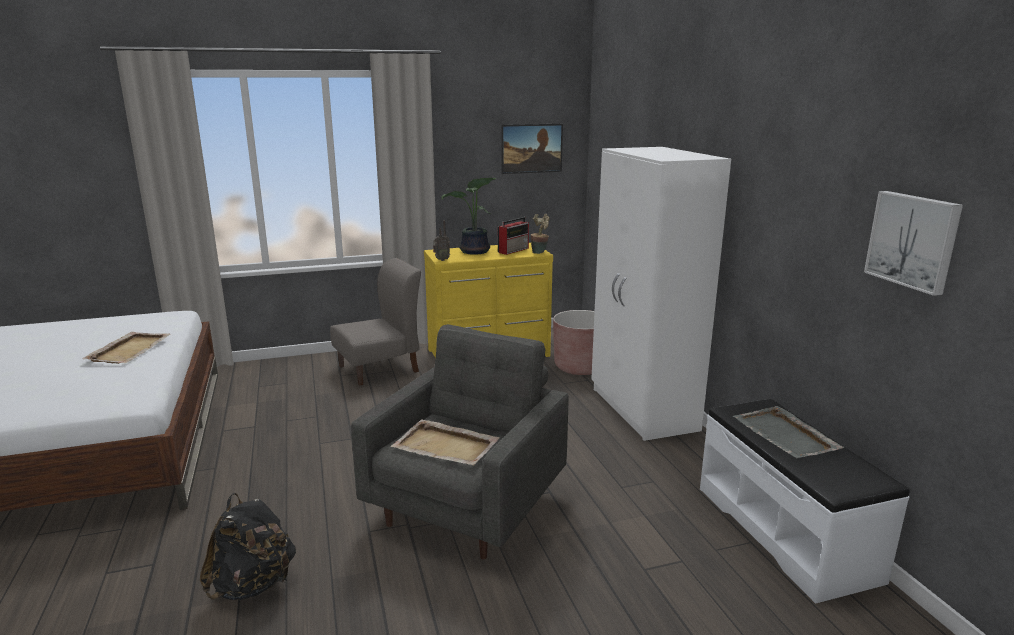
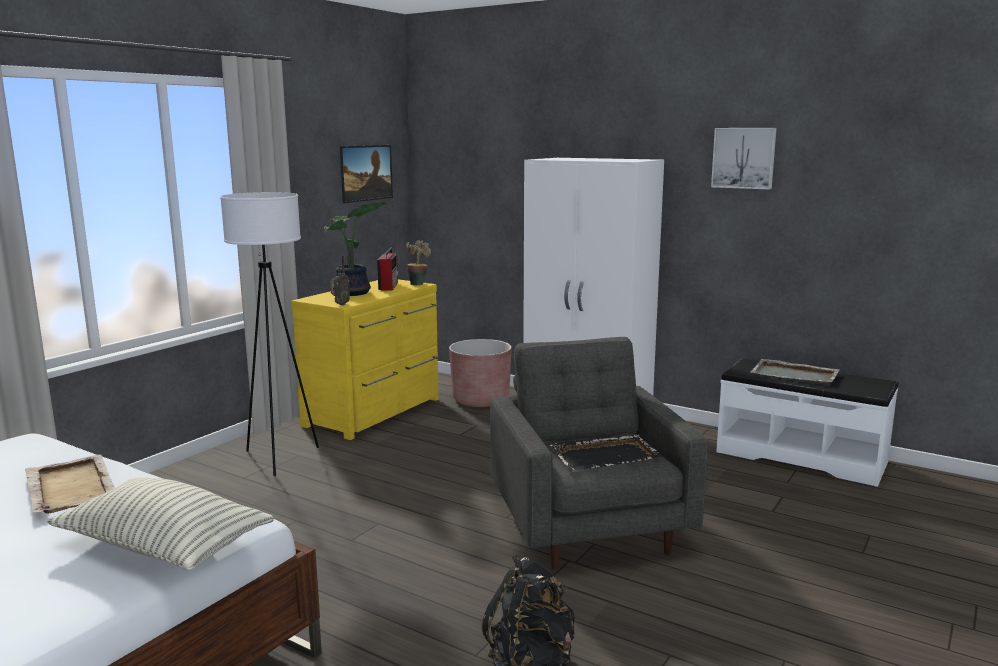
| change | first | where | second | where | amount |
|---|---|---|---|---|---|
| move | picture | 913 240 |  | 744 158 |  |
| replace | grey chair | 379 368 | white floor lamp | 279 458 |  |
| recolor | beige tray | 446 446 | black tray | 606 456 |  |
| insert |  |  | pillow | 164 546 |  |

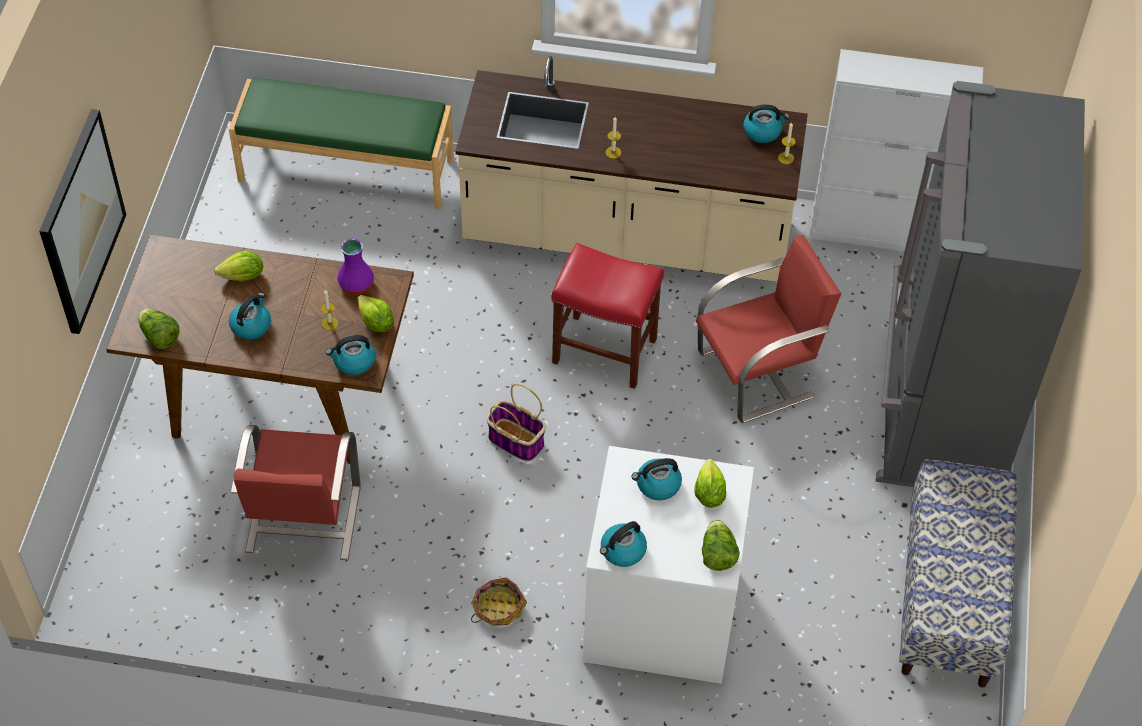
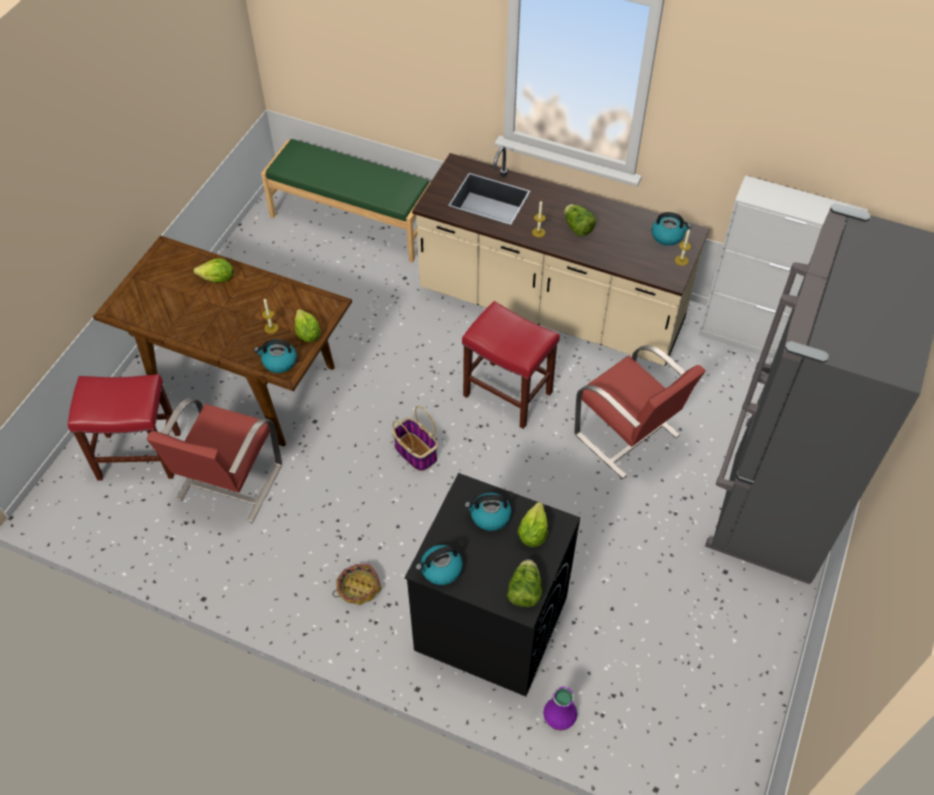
| change | first | where | second | where | amount |
|---|---|---|---|---|---|
| delete | picture | 81 221 |  |  |  |
| rotate | red chair | 758 374 |  | 628 436 | 60 degrees clockwise |
| move | purple vase | 355 284 |  | 558 716 |  |
| delete | kettle | 251 325 |  |  |  |
| move | lettuce | 159 337 |  | 577 228 |  |
| recolor | white washing machine | 659 615 | black washing machine | 490 624 |  |
| delete | bench | 949 597 |  |  |  |
| insert |  |  | red stool | 138 456 |  |

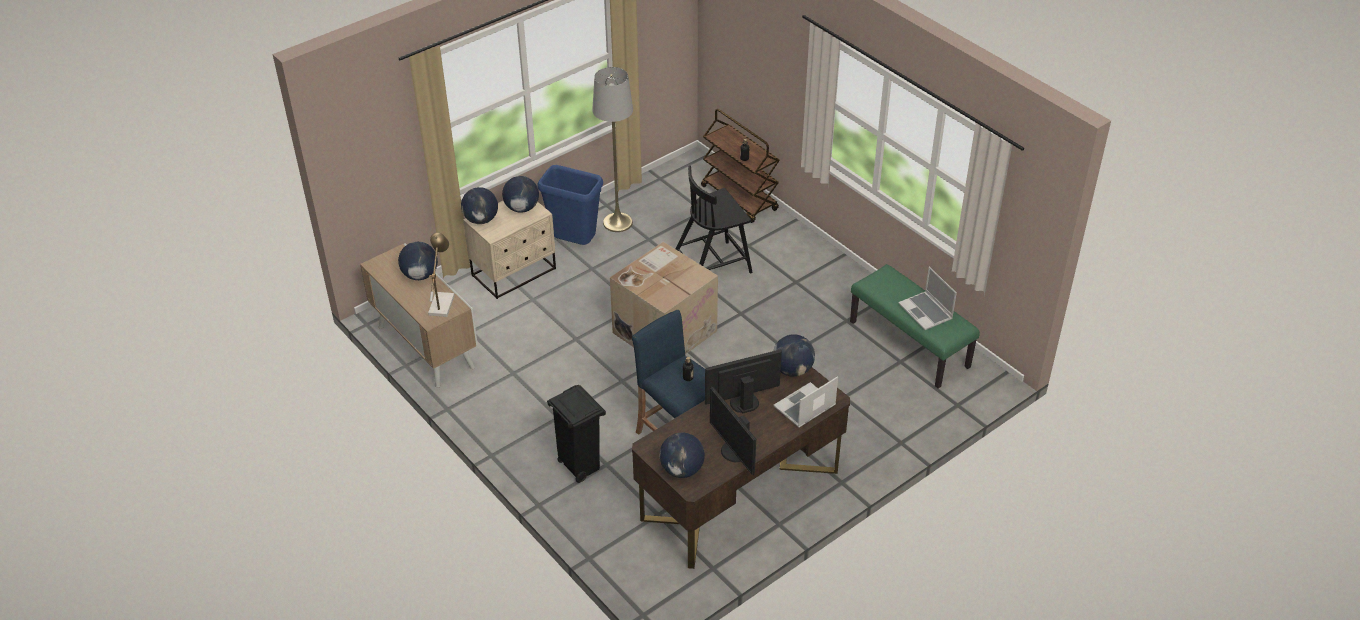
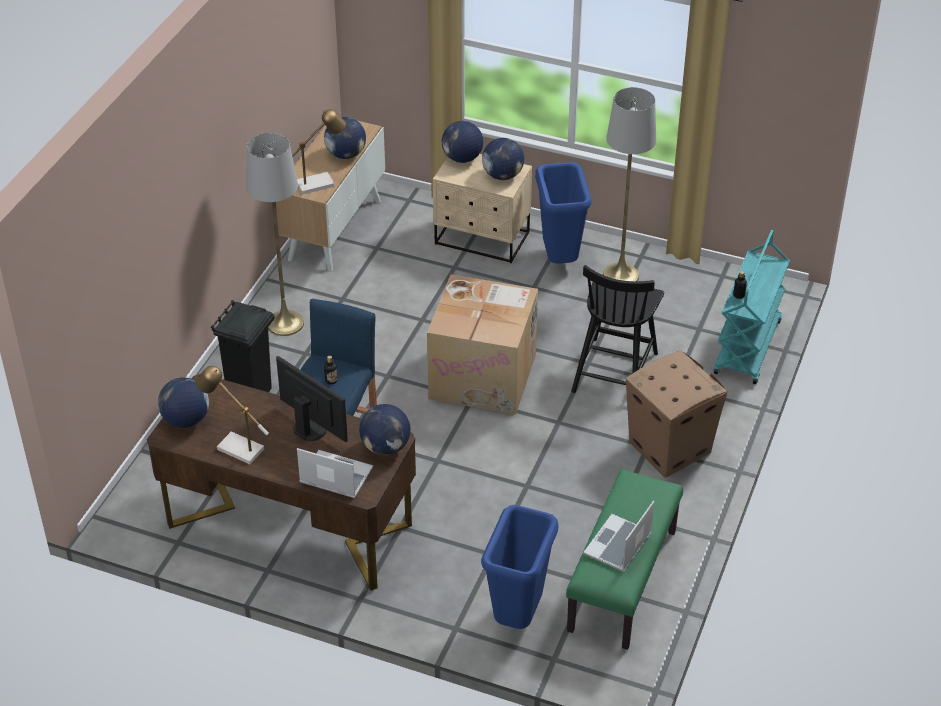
| change | first | where | second | where | amount |
|---|---|---|---|---|---|
| recolor | brown cart | 740 198 | turquoise cart | 748 348 |  |
| rotate | black chair | 712 266 |  | 614 371 | 105 degrees counterclockwise |
| replace | monitor | 734 452 | table lamp | 235 447 |  |
| insert |  |  | grey floor lamp | 285 323 |  |
| insert |  |  | cardboard box | 669 447 |  |
| insert |  |  | blue trash can | 519 617 |  |

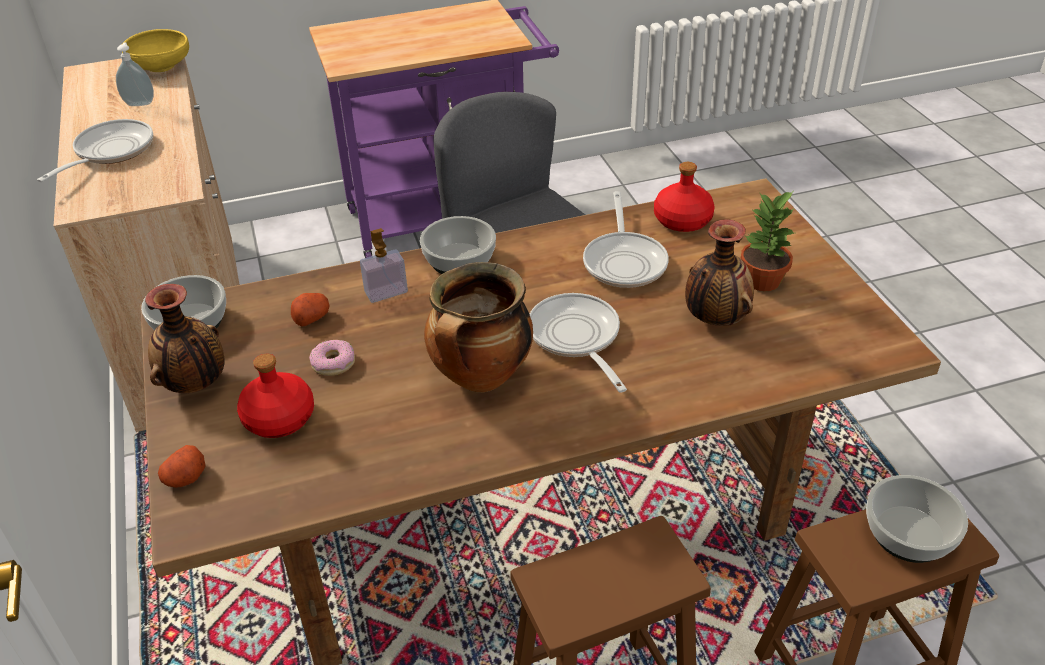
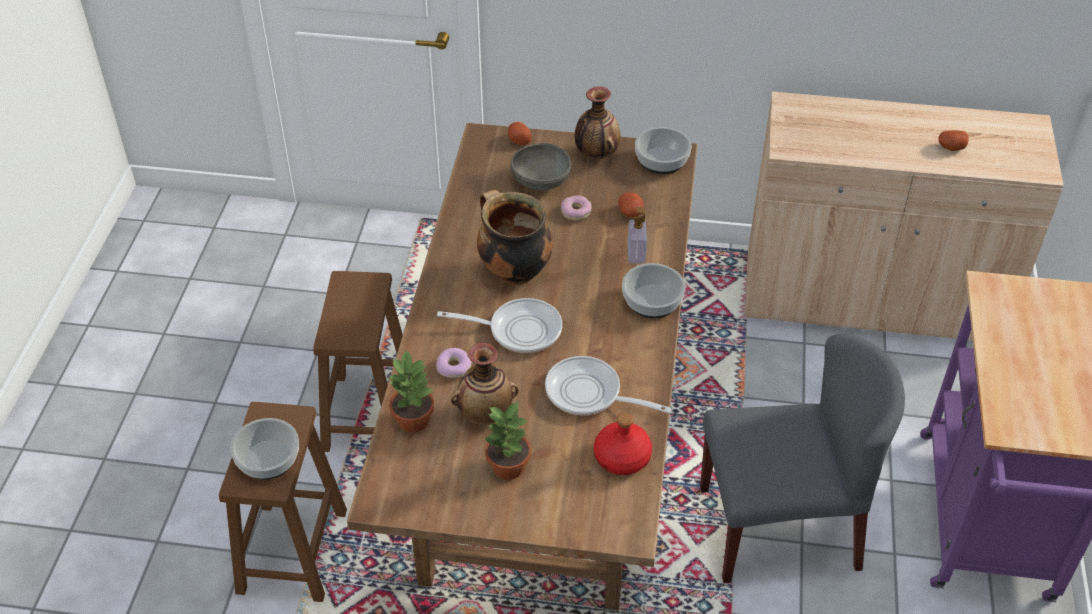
| change | first | where | second | where | amount |
|---|---|---|---|---|---|
| delete | yellow bowl | 160 66 |  |  |  |
| replace | soap dispenser | 140 103 | potato | 951 147 |  |
| delete | frying pan | 110 152 |  |  |  |
| replace | red bottle | 280 418 | grey bowl | 541 180 |  |
| insert |  |  | donut | 454 367 |  |
| insert |  |  | potted plant | 414 420 |  |

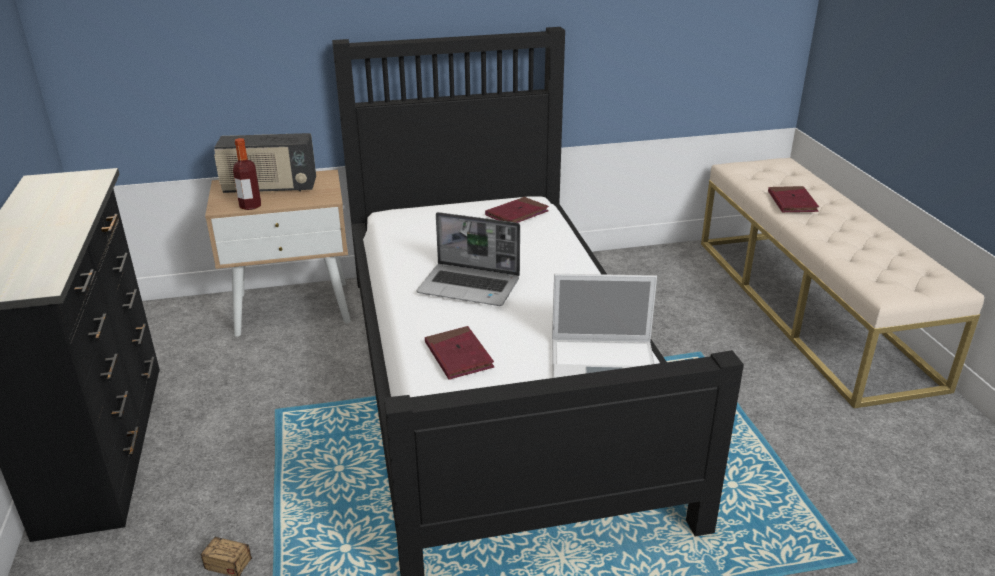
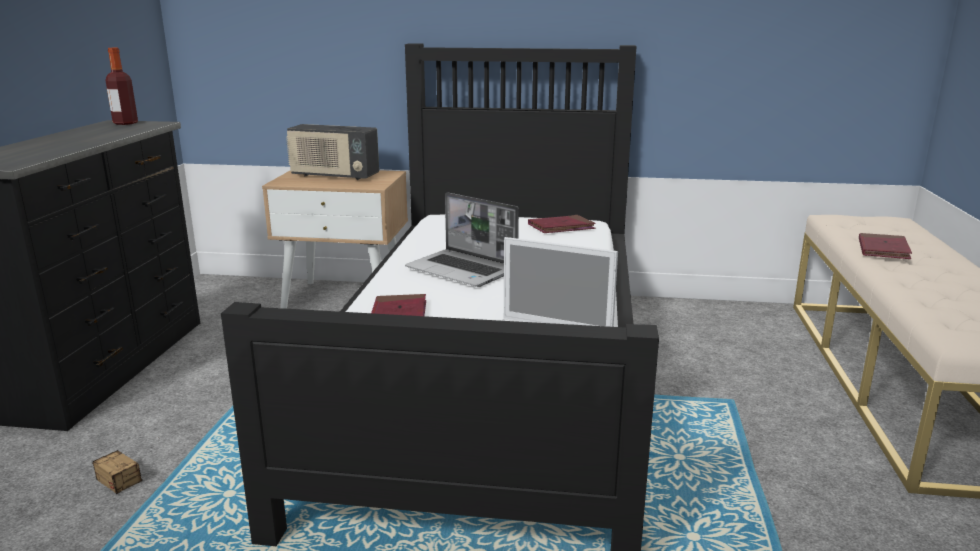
| change | first | where | second | where | amount |
|---|---|---|---|---|---|
| move | bottle | 250 206 |  | 125 123 |  |

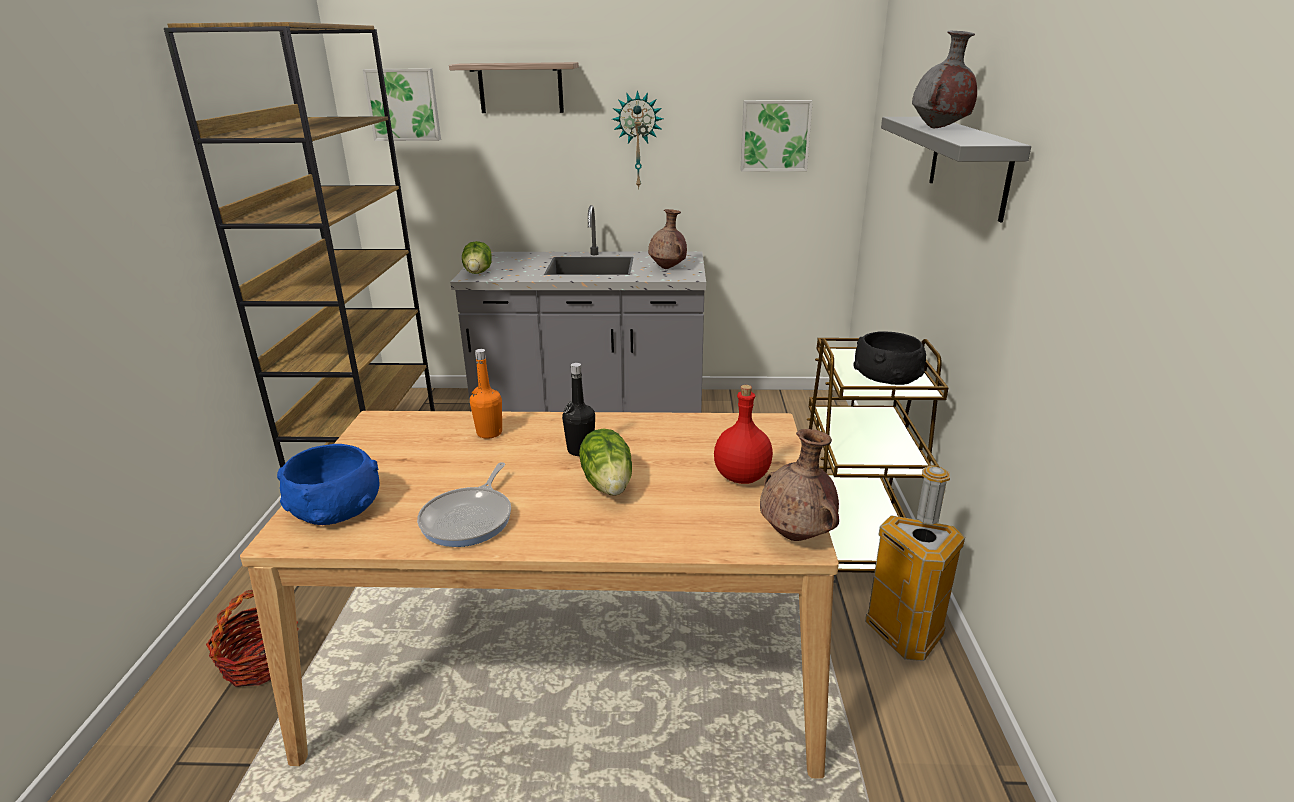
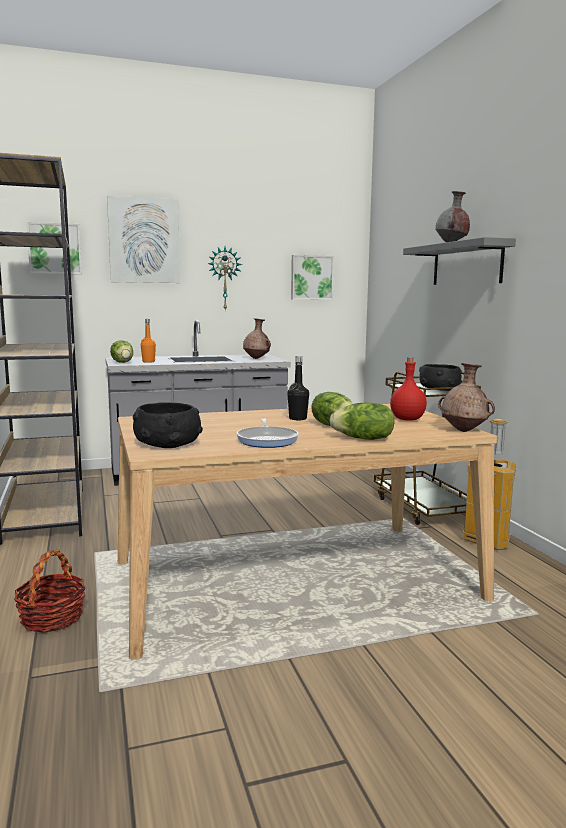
| change | first | where | second | where | amount |
|---|---|---|---|---|---|
| replace | shelf | 521 88 | picture | 144 241 |  |
| move | orange bottle | 489 433 |  | 148 362 |  |
| recolor | blue bowl | 337 506 | black bowl | 168 443 |  |
| insert |  |  | lettuce | 363 439 |  |

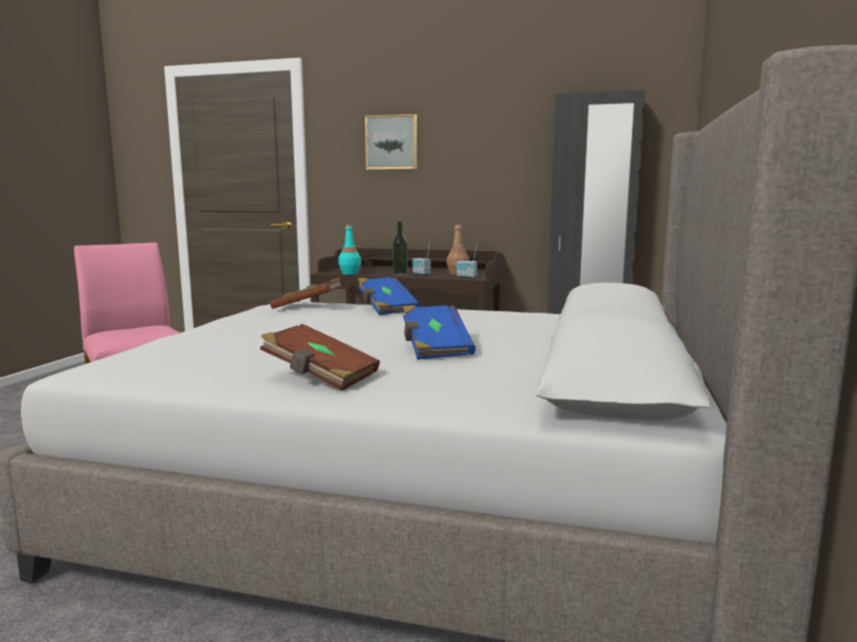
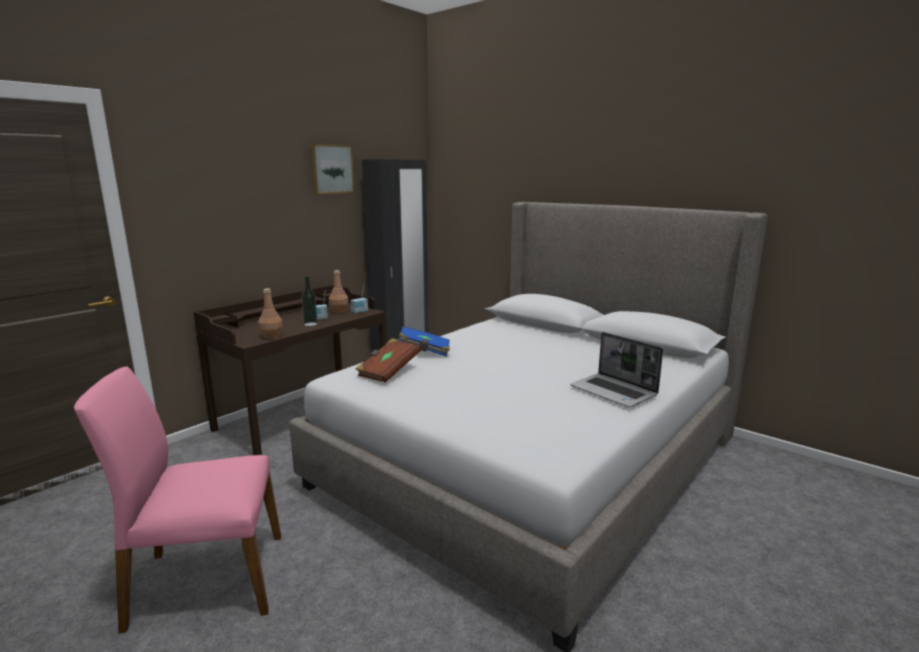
| change | first | where | second | where | amount |
|---|---|---|---|---|---|
| move | picture | 392 142 |  | 331 169 |  |
| recolor | turquoise bottle | 349 273 | brown bottle | 271 336 |  |
| delete | blue book | 435 348 |  |  |  |
| replace | brown book | 320 376 | laptop | 614 392 |  |

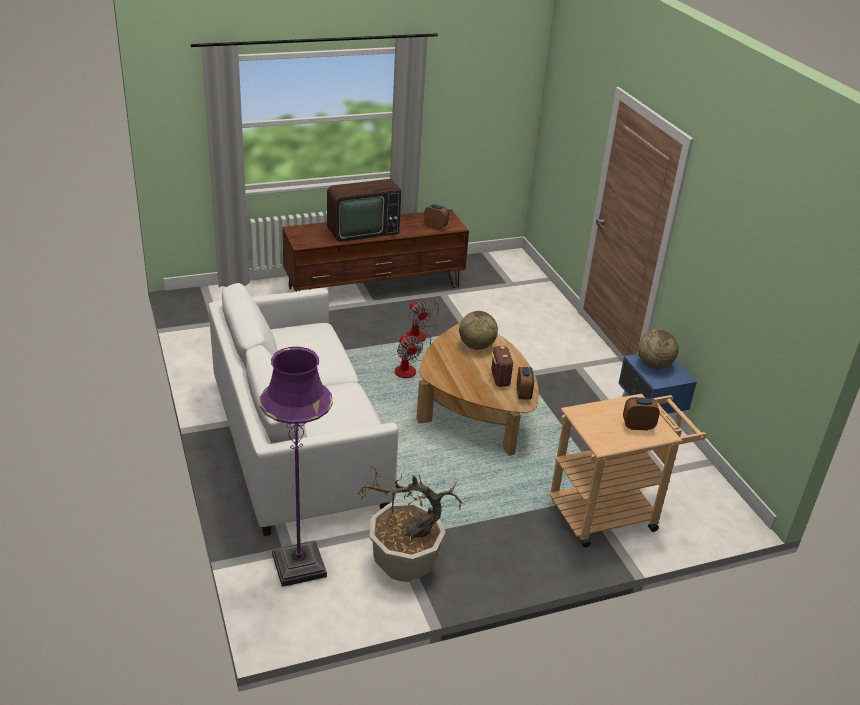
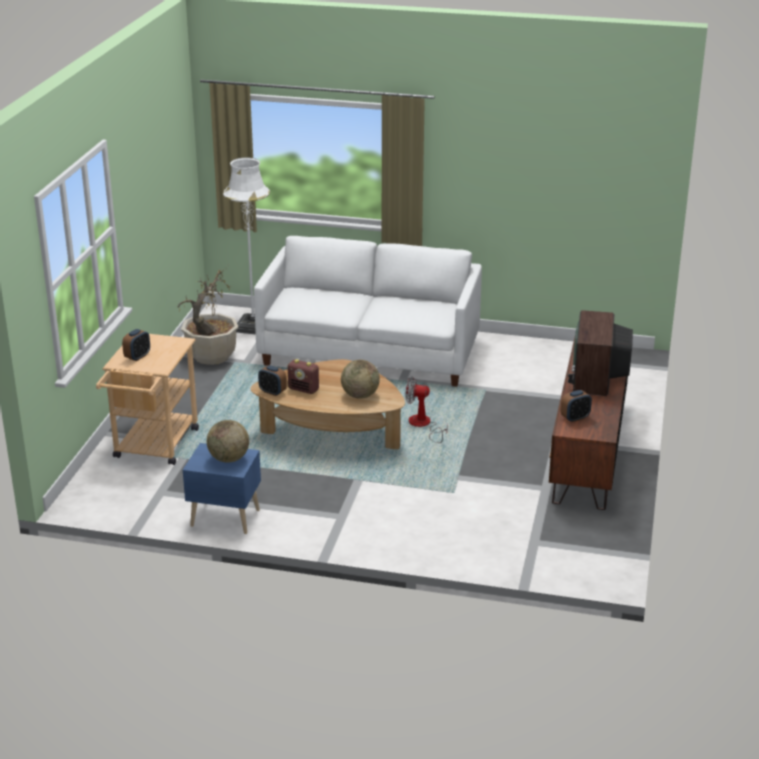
| change | first | where | second | where | amount |
|---|---|---|---|---|---|
| delete | fan | 419 333 |  |  |  |
| recolor | purple floor lamp | 299 565 | white floor lamp | 253 326 |  |

